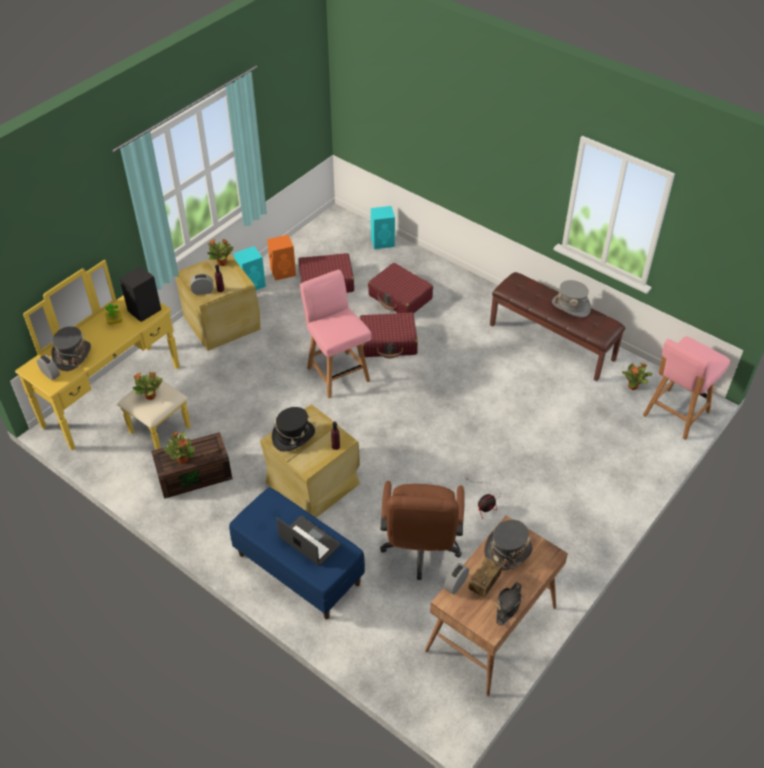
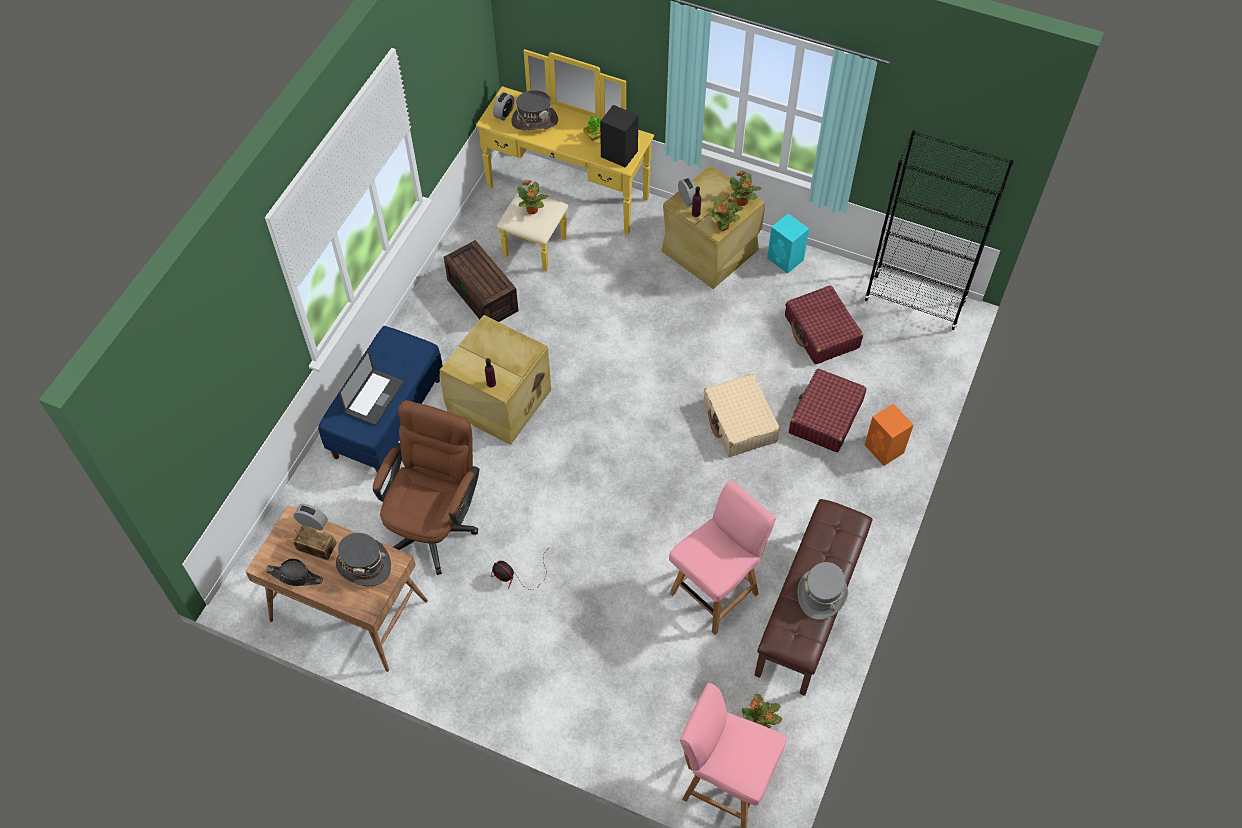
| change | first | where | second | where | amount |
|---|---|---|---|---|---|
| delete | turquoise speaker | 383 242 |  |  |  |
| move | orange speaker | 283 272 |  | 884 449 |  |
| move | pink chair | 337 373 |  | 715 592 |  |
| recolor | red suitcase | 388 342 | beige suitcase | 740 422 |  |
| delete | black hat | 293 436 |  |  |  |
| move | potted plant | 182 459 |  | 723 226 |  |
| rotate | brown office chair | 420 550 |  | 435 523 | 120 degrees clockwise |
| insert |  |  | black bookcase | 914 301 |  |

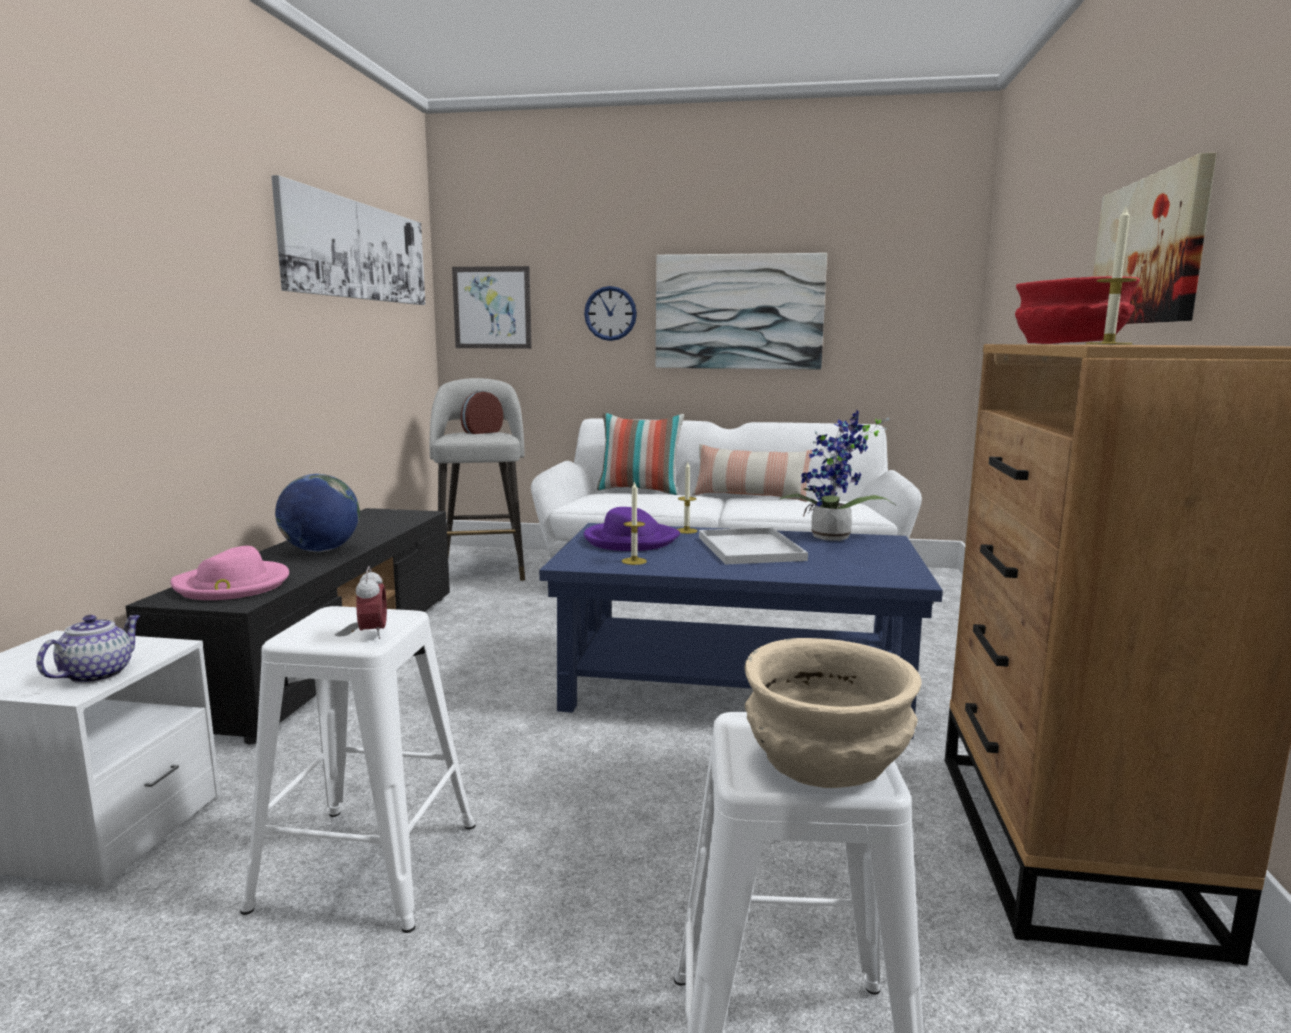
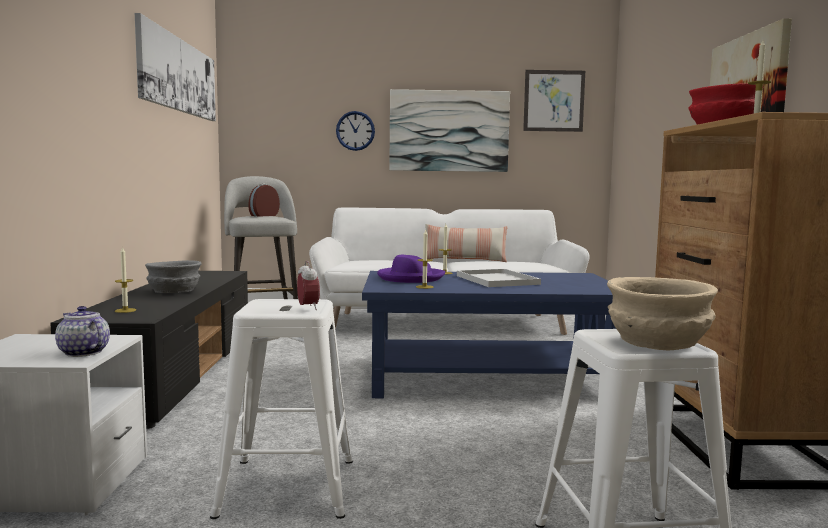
| change | first | where | second | where | amount |
|---|---|---|---|---|---|
| move | picture | 492 307 |  | 554 101 |  |
| delete | potted plant | 832 538 |  |  |  |
| delete | pillow | 640 491 |  |  |  |
| replace | globe | 321 550 | grey bowl | 173 292 |  |
| replace | pink hat | 232 586 | candle | 125 310 |  |
| rotate | teapot | 98 674 |  | 82 352 | 60 degrees counterclockwise |

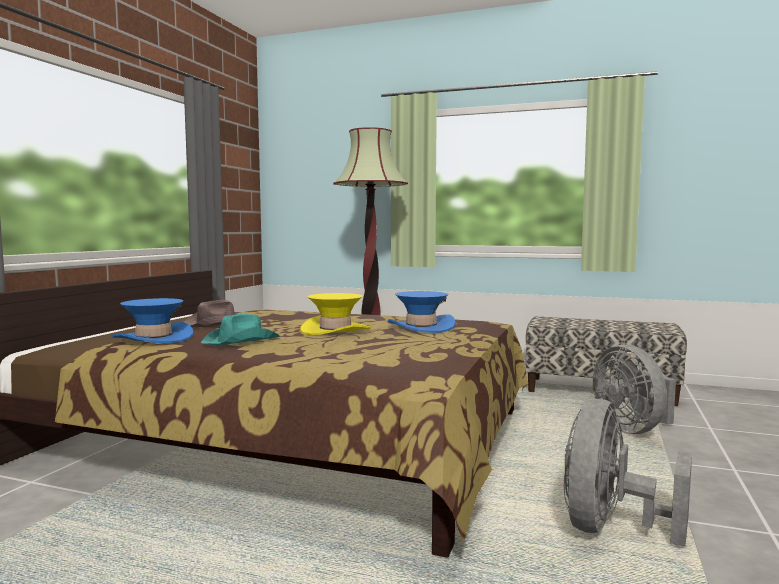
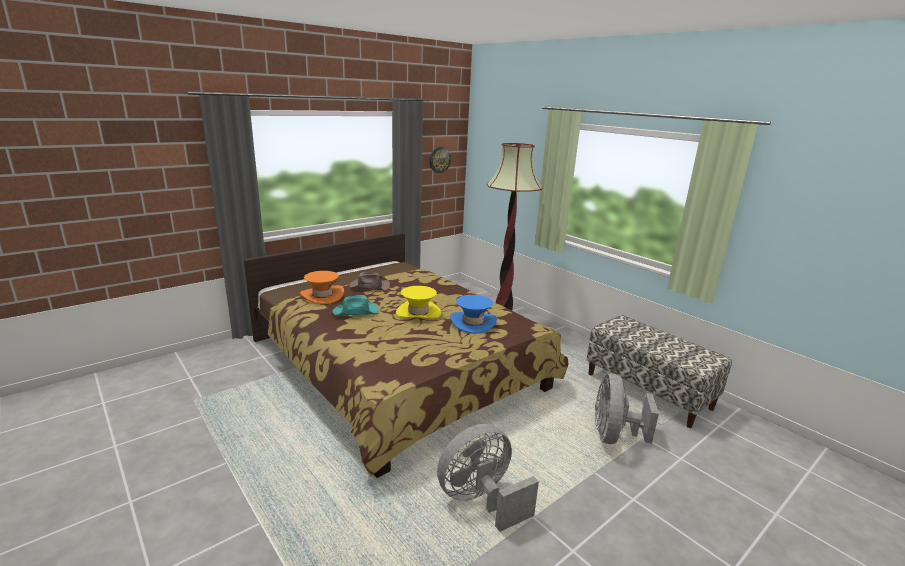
| change | first | where | second | where | amount |
|---|---|---|---|---|---|
| recolor | blue hat | 154 338 | orange hat | 322 296 |  |
| insert |  |  | wall clock | 439 159 |  |

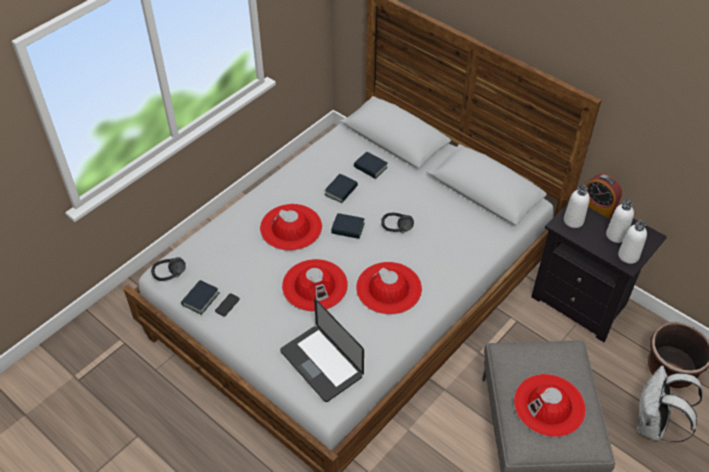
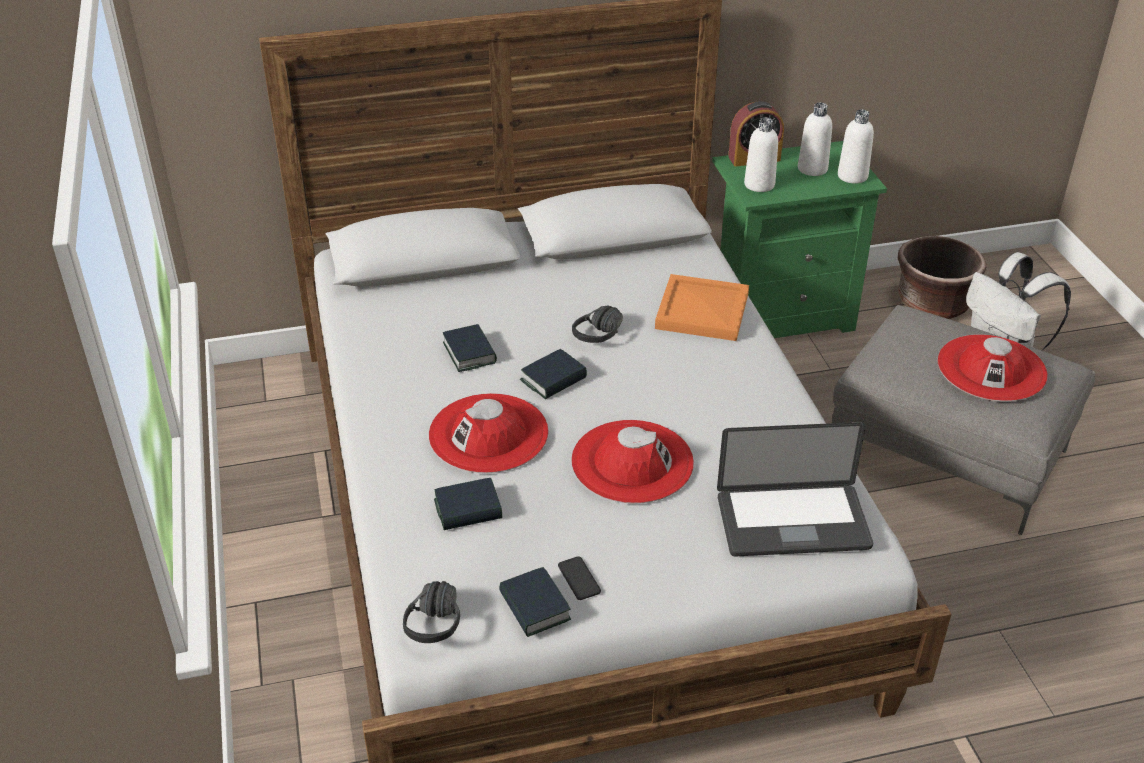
| change | first | where | second | where | amount |
|---|---|---|---|---|---|
| move | book | 370 168 |  | 468 510 |  |
| recolor | black nightstand | 582 302 | green nightstand | 781 314 |  |
| delete | red hat | 389 288 |  |  |  |
| insert |  |  | orange tray | 703 310 |  |

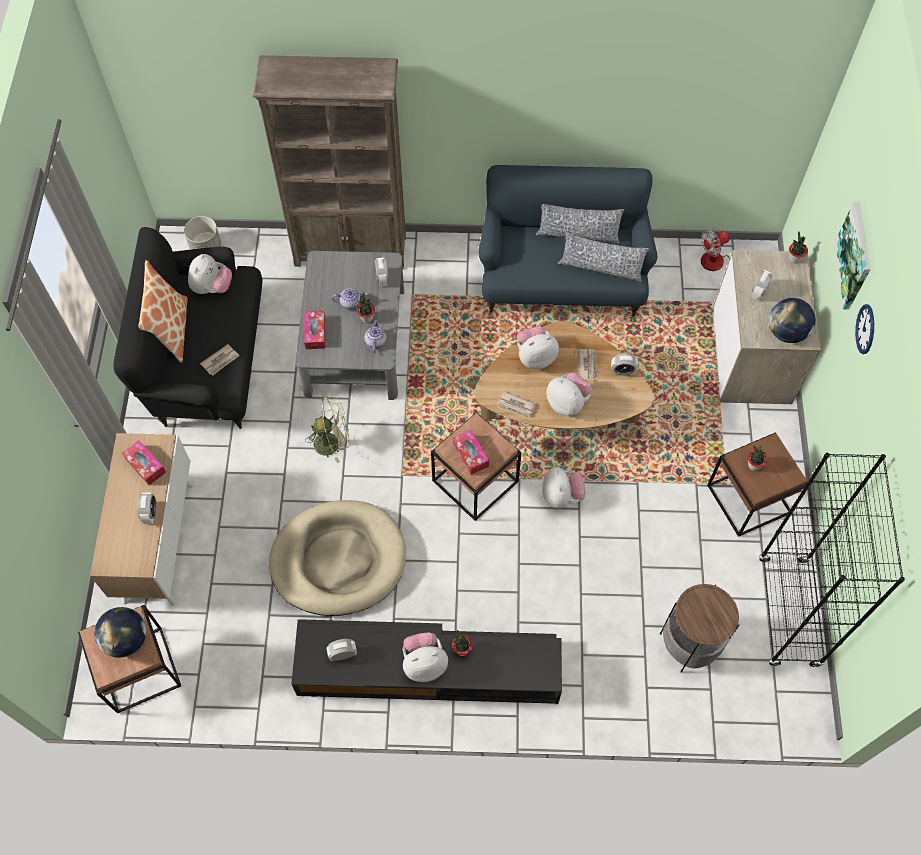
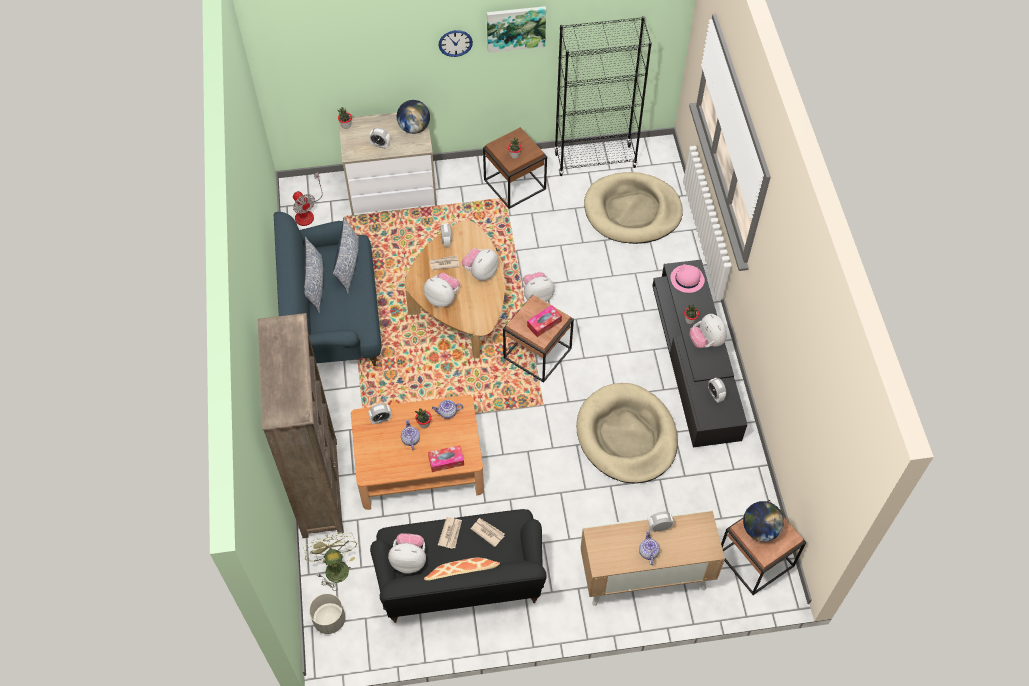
| change | first | where | second | where | amount |
|---|---|---|---|---|---|
| move | picture | 854 256 |  | 516 28 |  |
| recolor | grey coffee table | 354 340 | brown coffee table | 419 464 |  |
| rotate | plush toy | 535 357 |  | 442 298 | 150 degrees clockwise |
| move | newspaper | 516 406 |  | 450 533 |  |
| move | green fan | 332 442 |  | 334 567 |  |
| delete | tissue box | 145 465 |  |  |  |
| replace | side table | 689 644 | beige dog bed | 632 211 |  |
| insert |  |  | pink hat | 687 279 |  |
| insert |  |  | teapot | 648 552 |  |

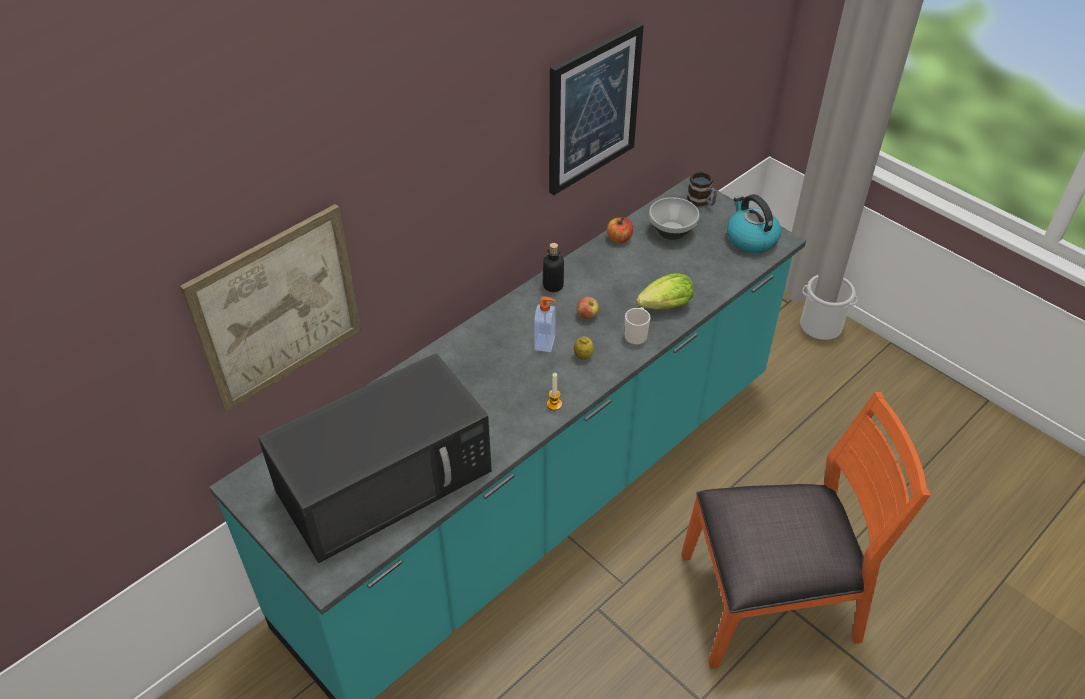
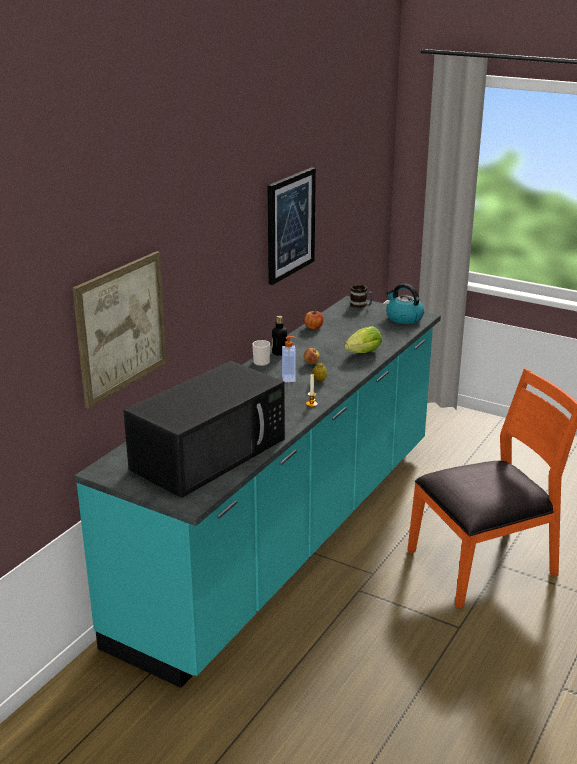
| change | first | where | second | where | amount |
|---|---|---|---|---|---|
| delete | bowl | 672 231 |  |  |  |
| delete | bucket | 821 326 |  |  |  |
| move | mug | 636 335 |  | 261 361 |  |

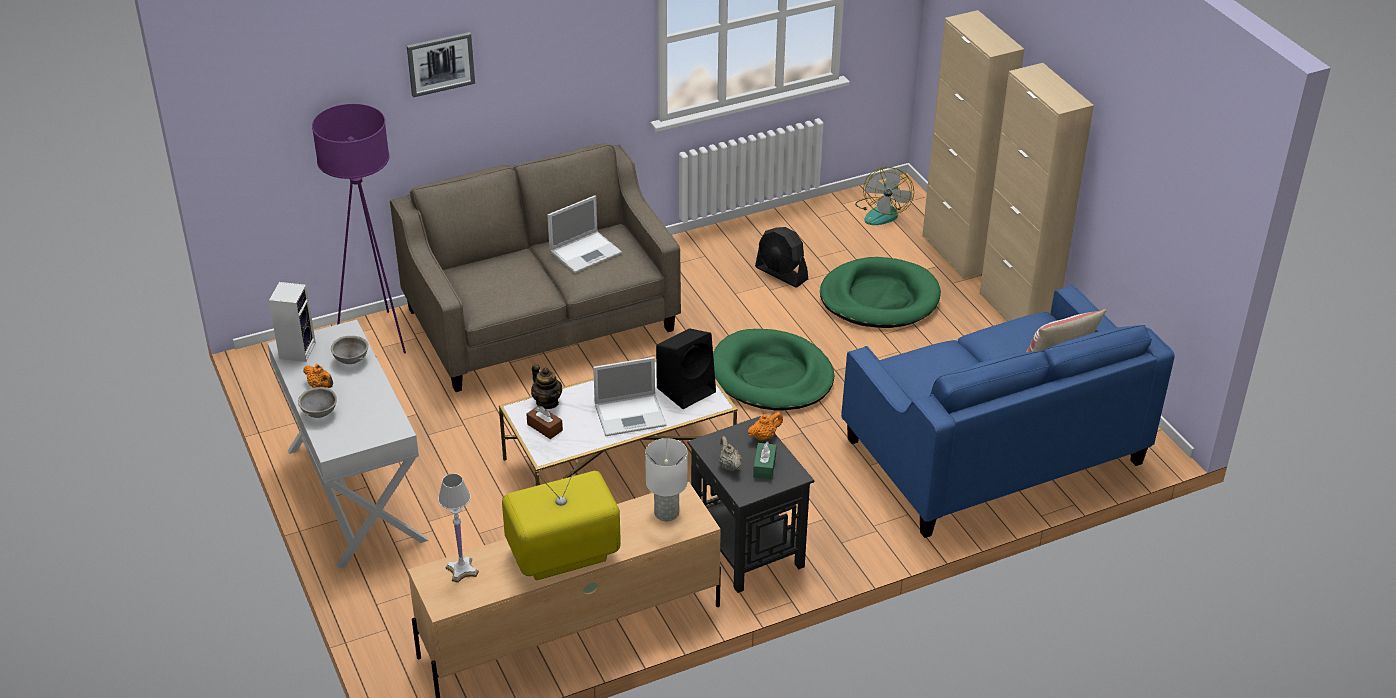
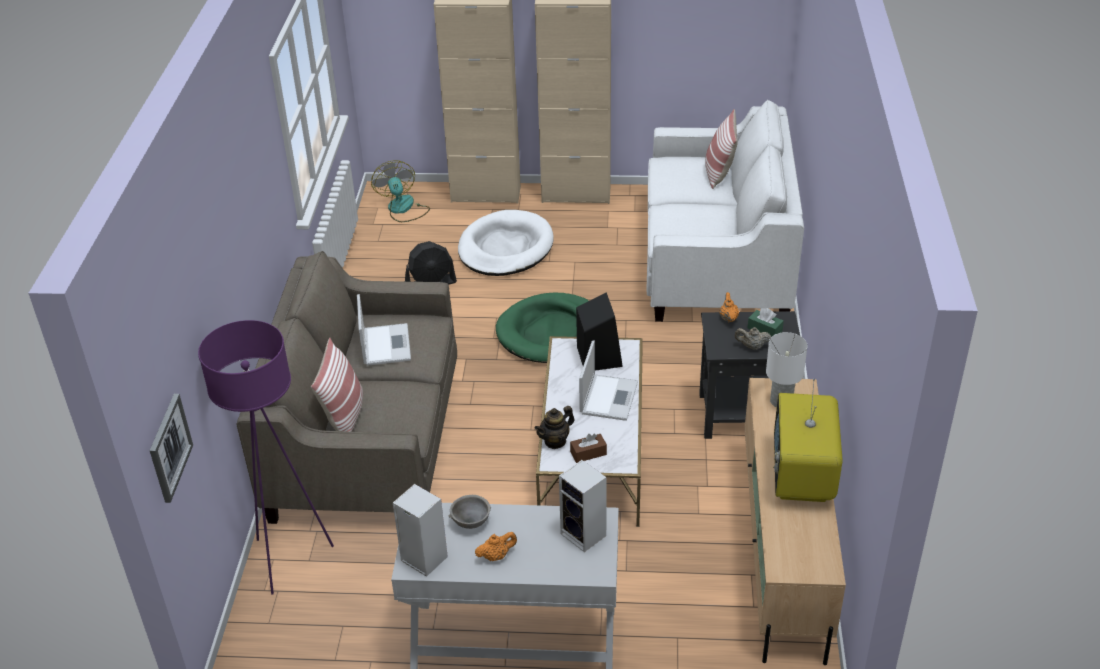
| change | first | where | second | where | amount |
|---|---|---|---|---|---|
| move | picture | 440 63 |  | 169 447 |  |
| rotate | fan | 882 212 |  | 403 209 | 150 degrees counterclockwise |
| recolor | green dog bed | 879 298 | white dog bed | 505 248 |  |
| recolor | blue sofa | 992 451 | white sofa | 716 261 |  |
| rotate | teapot | 547 402 |  | 555 441 | 150 degrees clockwise |
| delete | grey bowl | 320 413 |  |  |  |
| delete | white table lamp | 461 570 |  |  |  |
| insert |  |  | pillow | 344 416 |  |
| insert |  |  | speaker | 585 535 |  |

